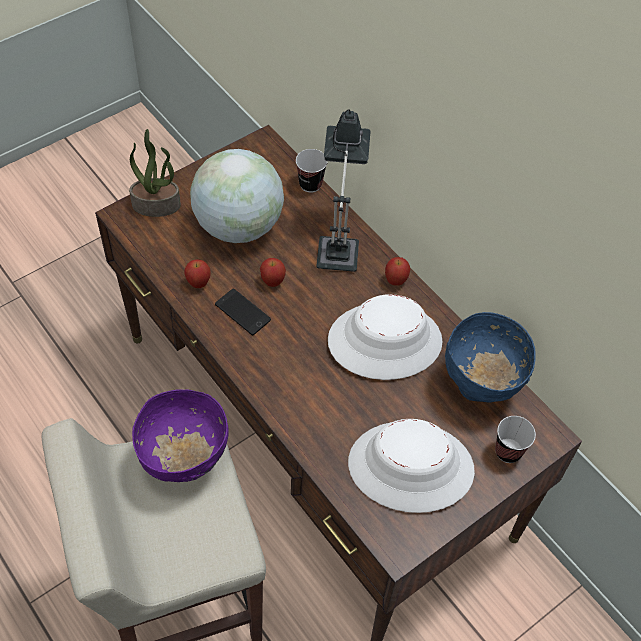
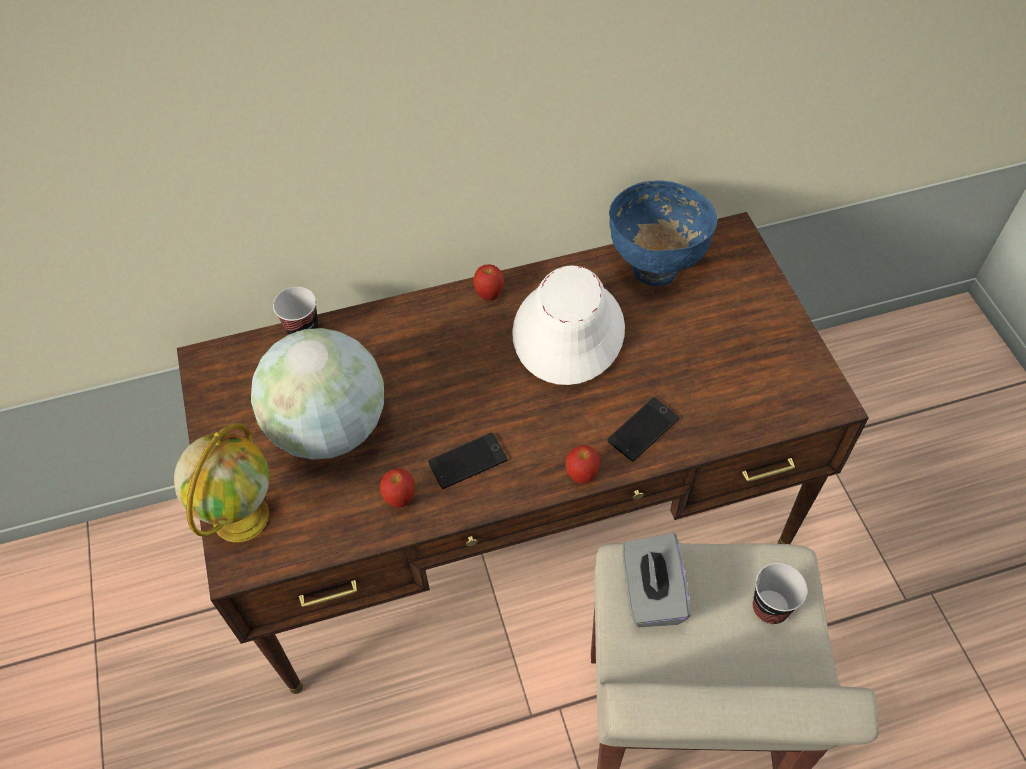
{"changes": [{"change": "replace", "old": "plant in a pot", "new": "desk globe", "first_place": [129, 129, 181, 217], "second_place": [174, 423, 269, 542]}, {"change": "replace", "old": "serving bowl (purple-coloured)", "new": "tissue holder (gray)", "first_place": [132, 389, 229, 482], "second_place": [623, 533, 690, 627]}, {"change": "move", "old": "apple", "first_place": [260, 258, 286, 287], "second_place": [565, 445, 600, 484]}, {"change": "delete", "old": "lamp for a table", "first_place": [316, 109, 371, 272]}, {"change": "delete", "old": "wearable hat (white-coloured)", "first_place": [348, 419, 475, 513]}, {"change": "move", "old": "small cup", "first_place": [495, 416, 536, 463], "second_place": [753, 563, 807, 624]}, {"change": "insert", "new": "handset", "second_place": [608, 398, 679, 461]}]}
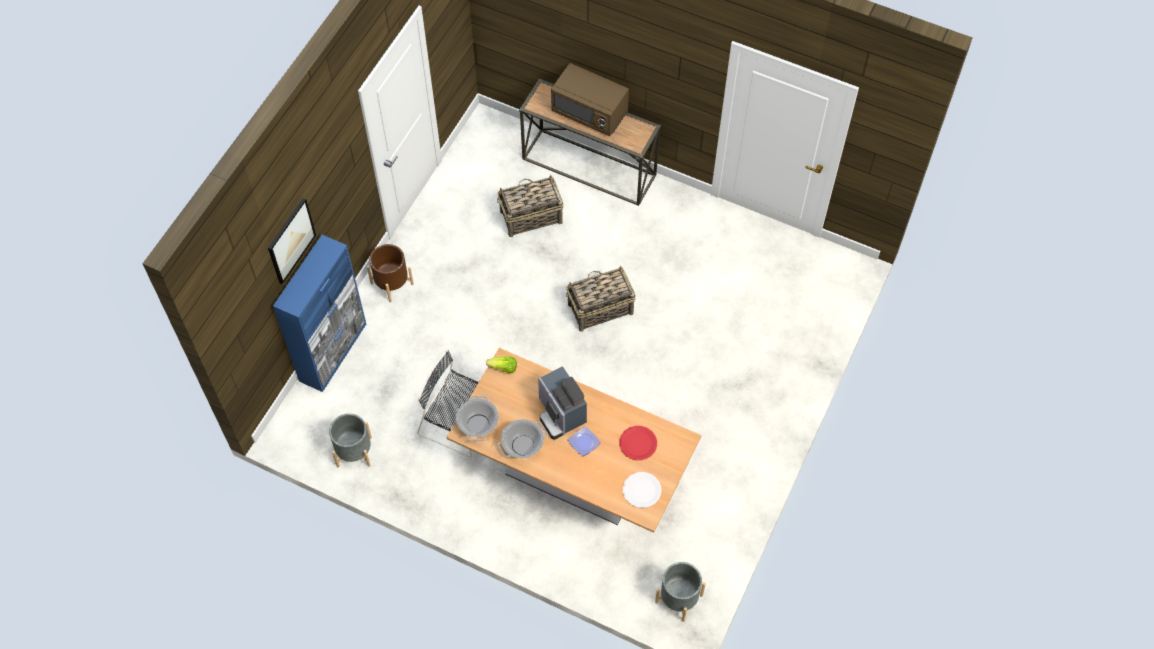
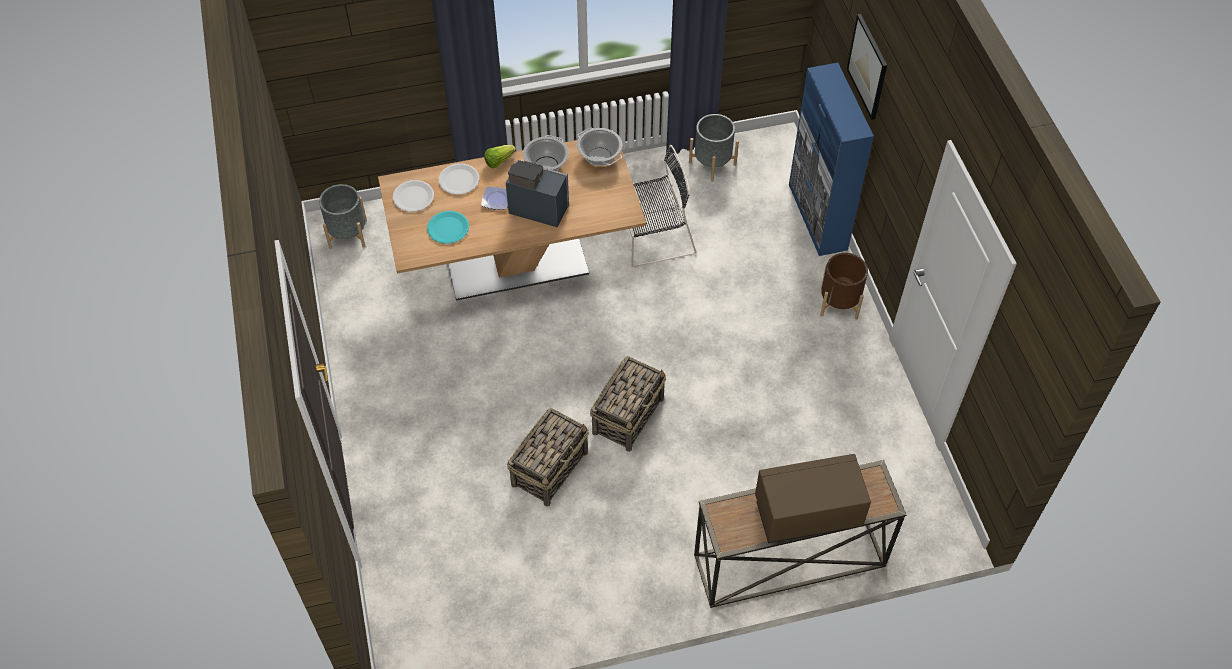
{"changes": [{"change": "move", "old": "head of lettuce", "first_place": [486, 357, 517, 373], "second_place": [484, 145, 516, 169]}, {"change": "move", "old": "storage basket", "first_place": [498, 175, 563, 237], "second_place": [507, 408, 589, 506]}, {"change": "recolor", "old": "flat dish (red-coloured)", "new": "flat dish (turquoise-coloured)", "first_place": [619, 426, 657, 460], "second_place": [427, 211, 469, 244]}, {"change": "insert", "new": "flat dish (white-coloured)", "second_place": [439, 163, 479, 195]}]}
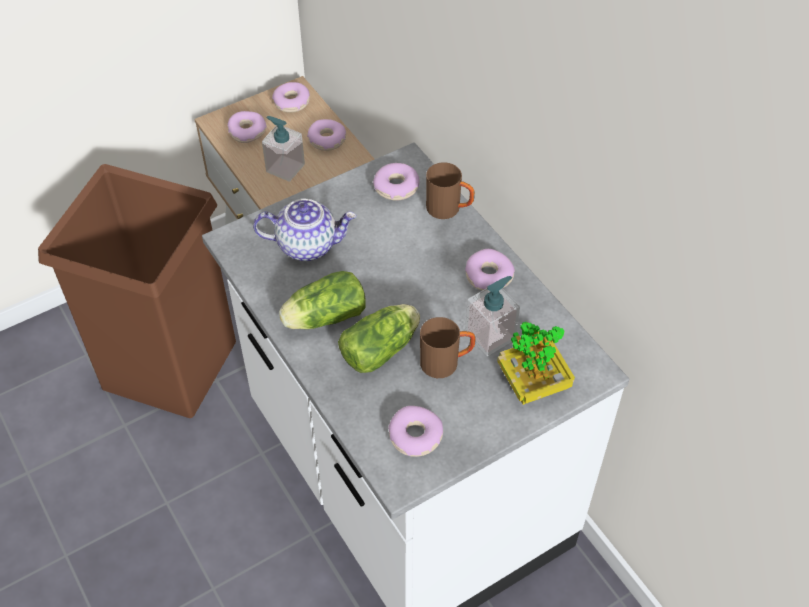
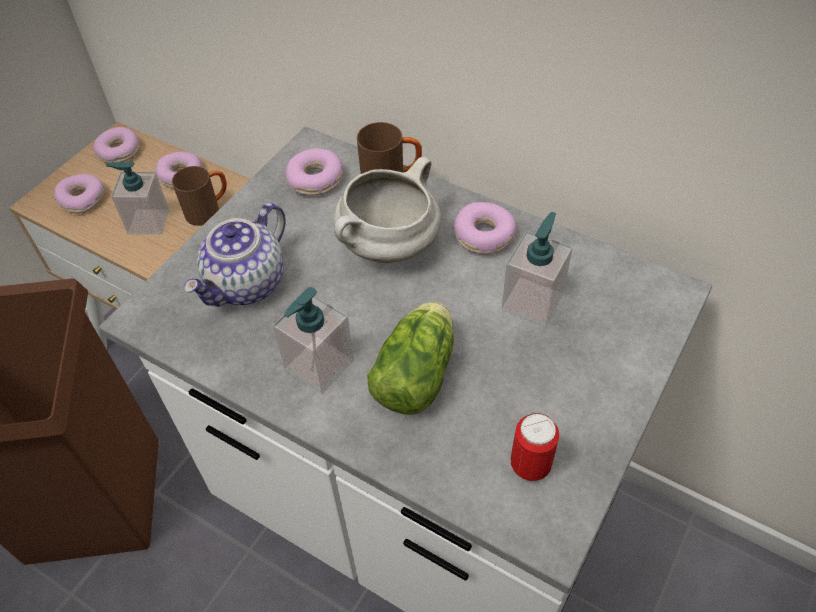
{"changes": [{"change": "rotate", "old": "pot for tea", "first_place": [253, 199, 356, 261], "second_place": [184, 203, 286, 307], "degrees": 150}, {"change": "replace", "old": "head of lettuce", "new": "soap dispenser", "first_place": [279, 271, 365, 329], "second_place": [273, 287, 354, 394]}, {"change": "replace", "old": "donut", "new": "sealed can", "first_place": [388, 406, 443, 457], "second_place": [511, 413, 559, 481]}, {"change": "move", "old": "tea mug (brown-coloured)", "first_place": [420, 317, 476, 378], "second_place": [172, 166, 227, 226]}, {"change": "delete", "old": "plant in a pot", "first_place": [497, 322, 575, 405]}, {"change": "insert", "new": "cooking pot (white-coloured)", "second_place": [334, 157, 441, 263]}]}
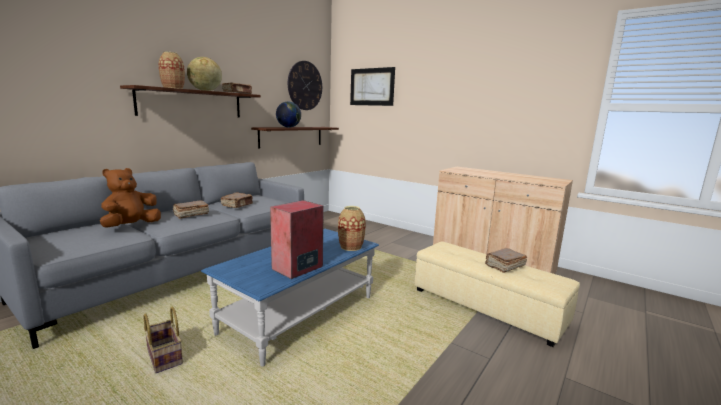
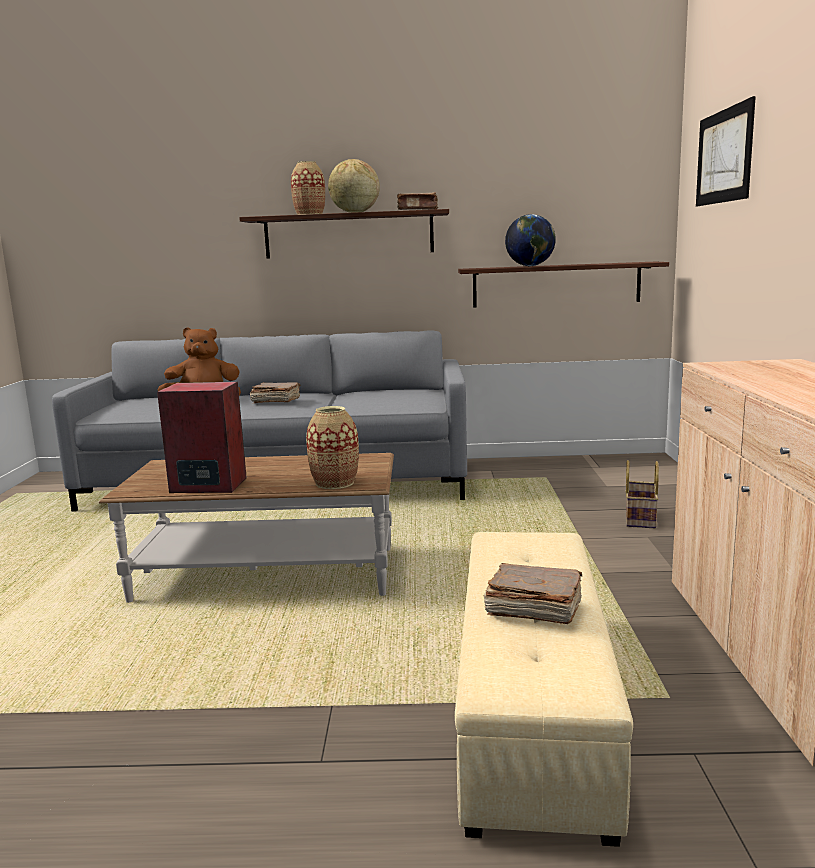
{"changes": [{"change": "move", "old": "storage basket", "first_place": [144, 306, 183, 373], "second_place": [626, 460, 659, 528]}, {"change": "recolor", "old": "low table (blue)", "new": "low table (brown-coloured)", "first_place": [201, 229, 379, 367], "second_place": [99, 453, 394, 603]}, {"change": "delete", "old": "book (brown-coloured)", "first_place": [221, 193, 253, 208]}, {"change": "delete", "old": "clock on the wall", "first_place": [288, 61, 322, 110]}]}
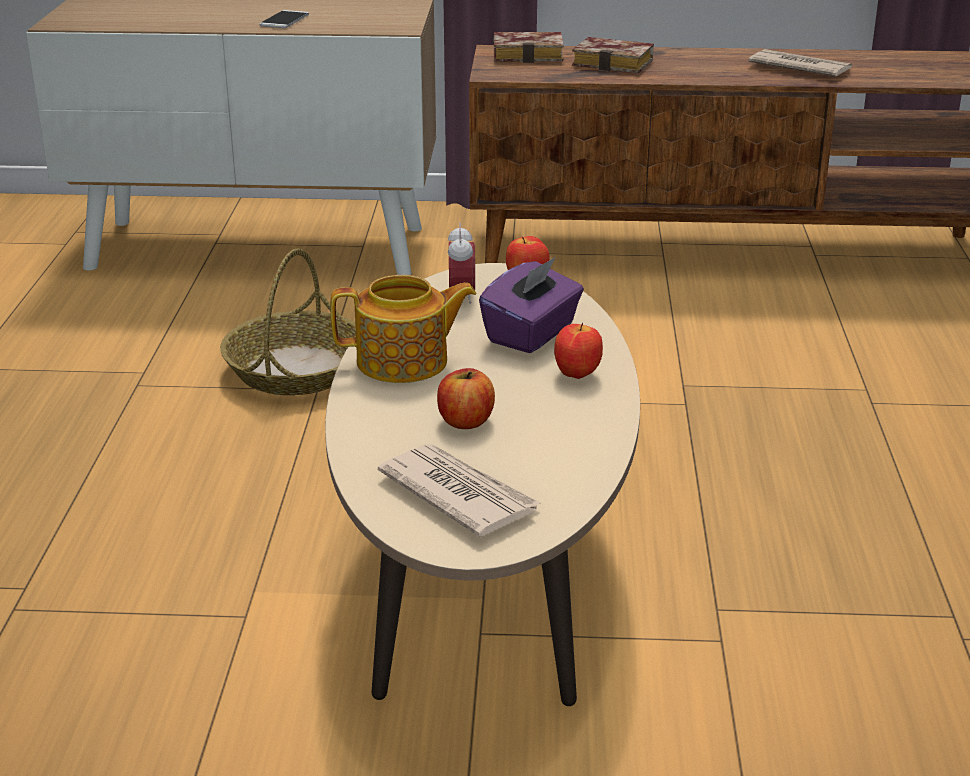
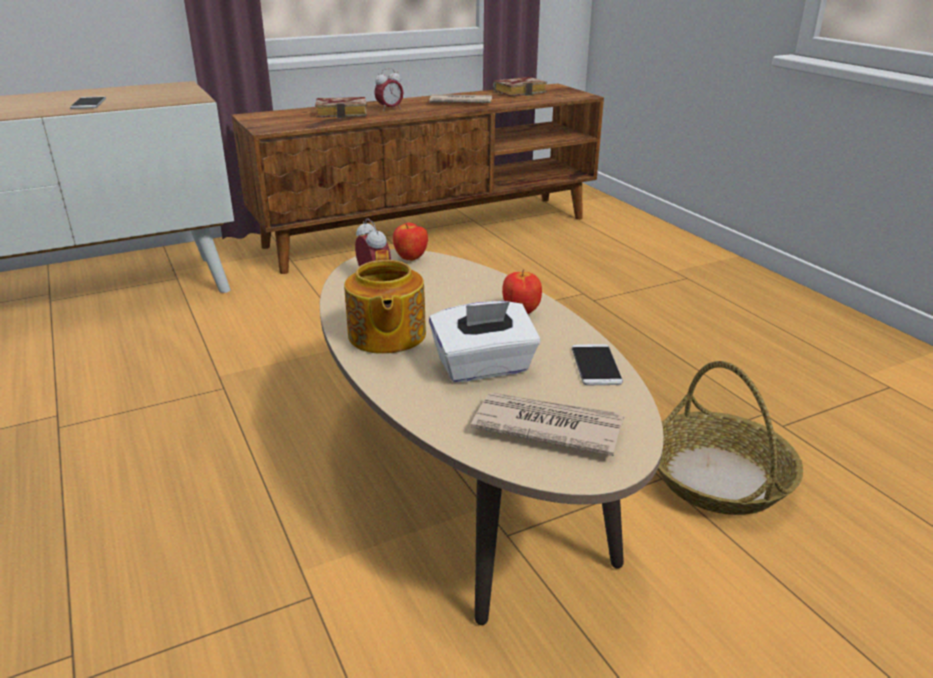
{"changes": [{"change": "move", "old": "storage basket", "first_place": [220, 249, 356, 395], "second_place": [657, 361, 803, 515]}, {"change": "rotate", "old": "pot for tea", "first_place": [330, 275, 476, 383], "second_place": [344, 250, 426, 354], "degrees": 120}, {"change": "replace", "old": "apple", "new": "tissue holder (white-coloured)", "first_place": [437, 368, 495, 429], "second_place": [429, 301, 541, 382]}, {"change": "delete", "old": "tissue holder (purple-coloured)", "first_place": [479, 257, 584, 353]}, {"change": "move", "old": "book", "first_place": [493, 32, 564, 63], "second_place": [493, 77, 547, 97]}, {"change": "insert", "new": "table clock", "second_place": [374, 68, 404, 112]}, {"change": "insert", "new": "handset", "second_place": [572, 344, 623, 385]}]}
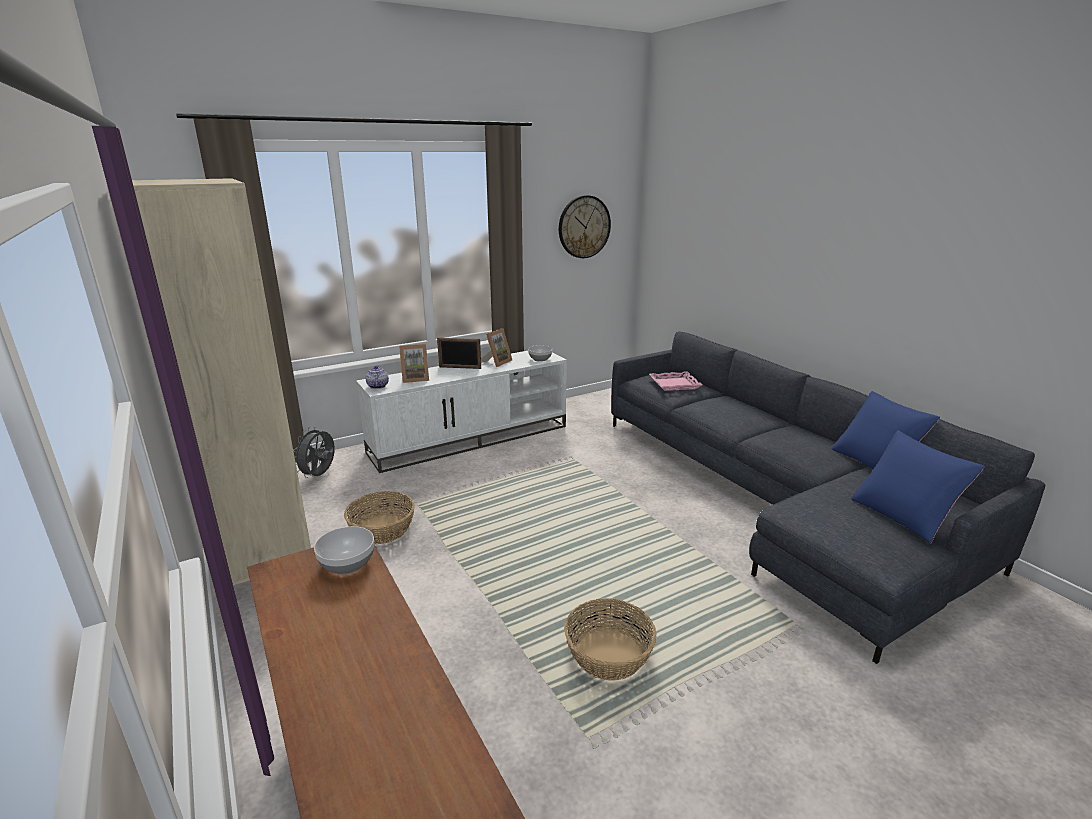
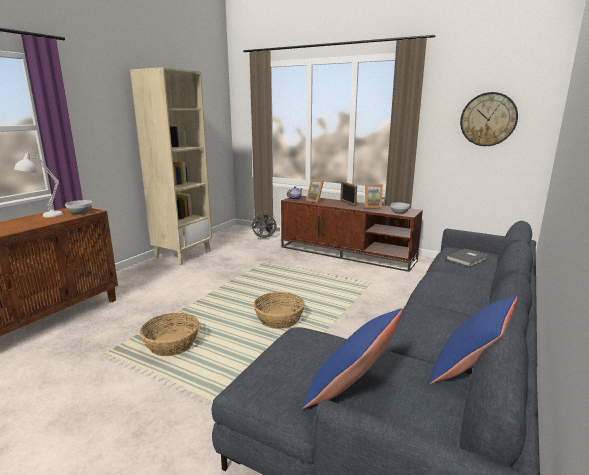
{"changes": [{"change": "move", "old": "storage basket", "first_place": [344, 491, 415, 544], "second_place": [254, 292, 305, 329]}, {"change": "recolor", "old": "media console (white-coloured)", "new": "media console (brown-coloured)", "first_place": [356, 351, 567, 473], "second_place": [281, 196, 423, 272]}, {"change": "replace", "old": "serving tray (pinkish)", "new": "book (gray)", "first_place": [649, 371, 703, 391], "second_place": [446, 249, 488, 267]}, {"change": "insert", "new": "lamp for a table (white-coloured)", "second_place": [14, 151, 63, 217]}]}
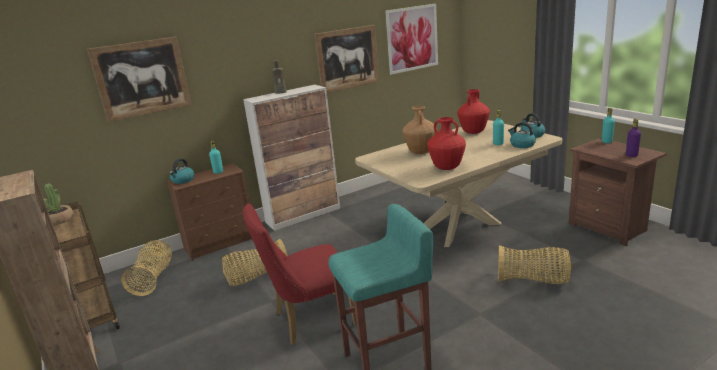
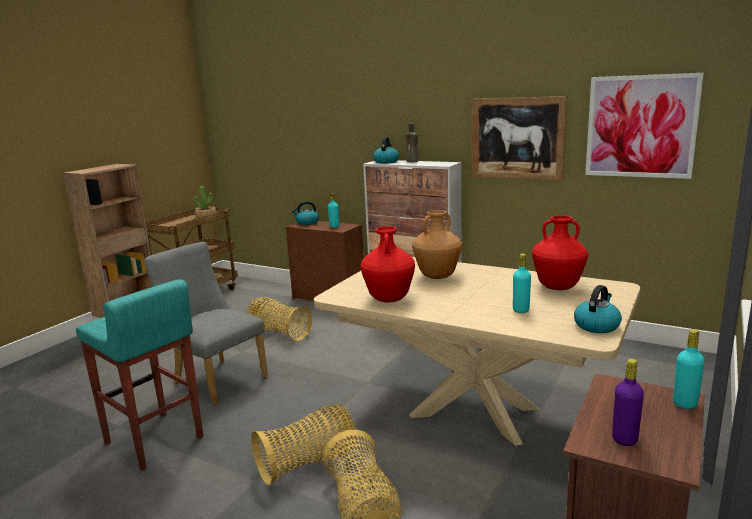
{"changes": [{"change": "delete", "old": "picture", "first_place": [87, 37, 192, 122]}, {"change": "move", "old": "storage basket", "first_place": [121, 240, 172, 296], "second_place": [251, 405, 357, 485]}, {"change": "recolor", "old": "chair (red-coloured)", "new": "chair (gray)", "first_place": [243, 203, 357, 345], "second_place": [144, 242, 268, 405]}, {"change": "move", "old": "tea kettle", "first_place": [508, 122, 536, 148], "second_place": [373, 137, 399, 164]}]}
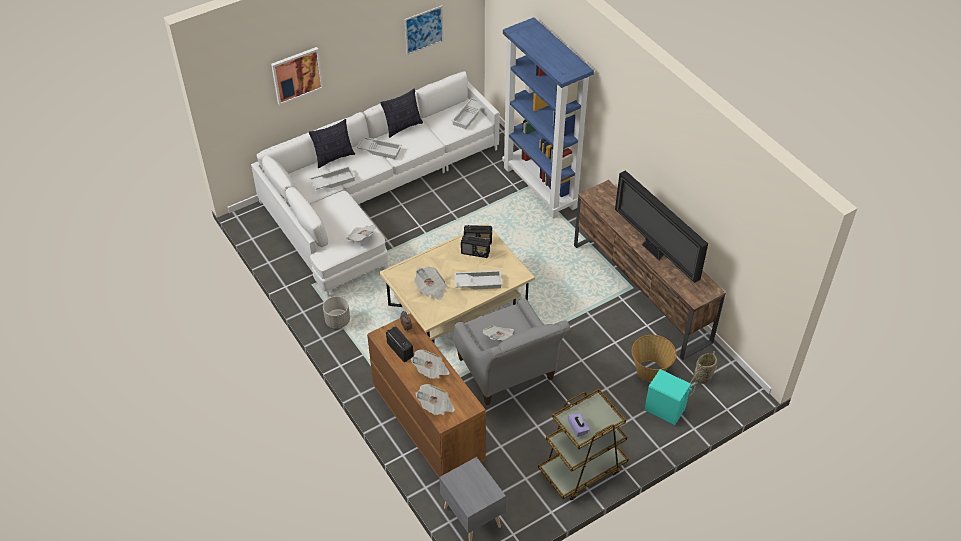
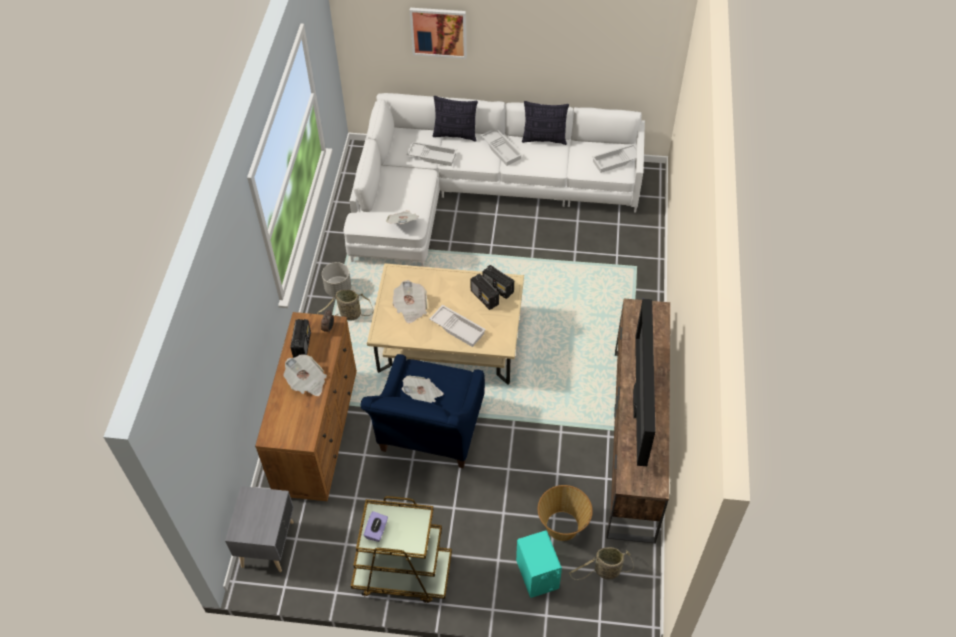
{"changes": [{"change": "delete", "old": "picture", "first_place": [405, 5, 443, 55]}, {"change": "delete", "old": "daily paper", "first_place": [415, 384, 455, 416]}, {"change": "recolor", "old": "easy chair (gray)", "new": "easy chair (blue)", "first_place": [454, 298, 570, 405], "second_place": [361, 354, 485, 468]}, {"change": "delete", "old": "bookcase (blue)", "first_place": [502, 17, 594, 219]}, {"change": "insert", "new": "storage basket", "second_place": [317, 290, 373, 321]}]}
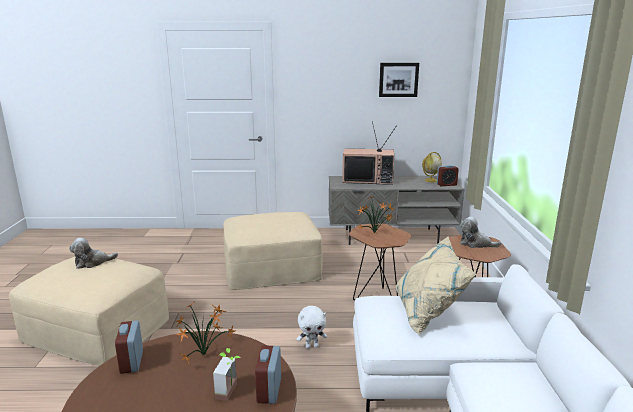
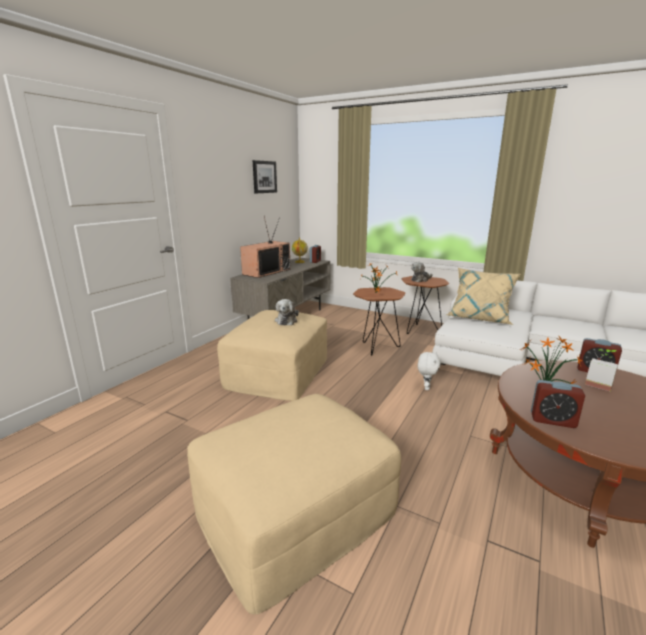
{"changes": [{"change": "move", "old": "soft toy", "first_place": [69, 238, 118, 269], "second_place": [275, 299, 299, 325]}]}
